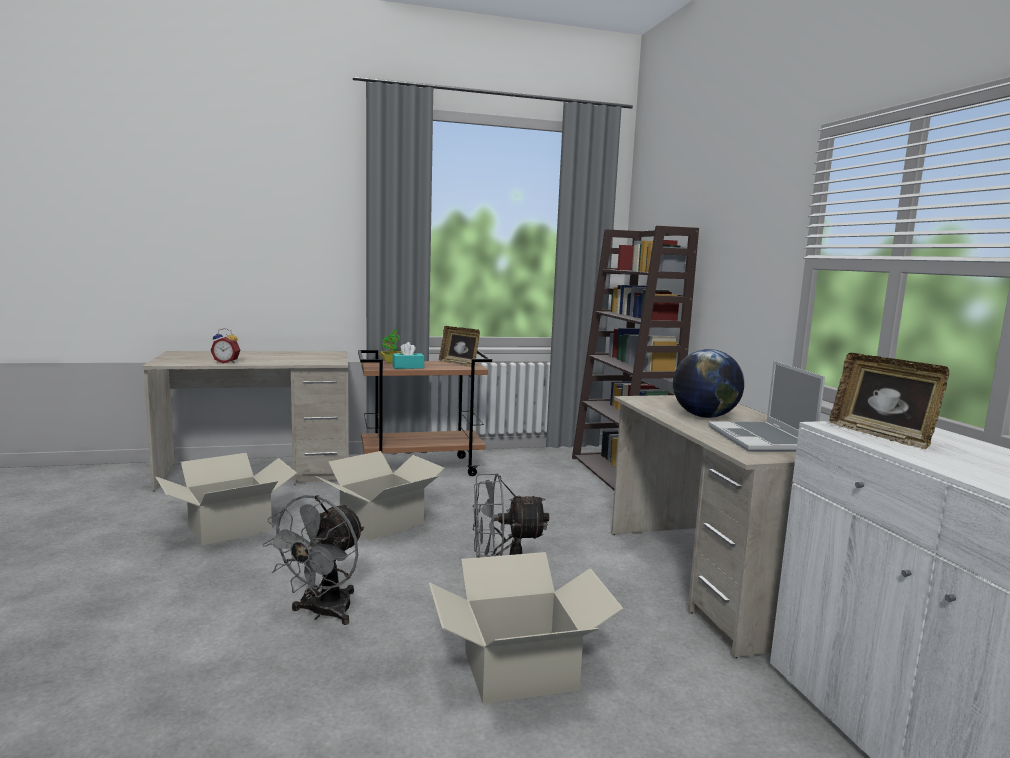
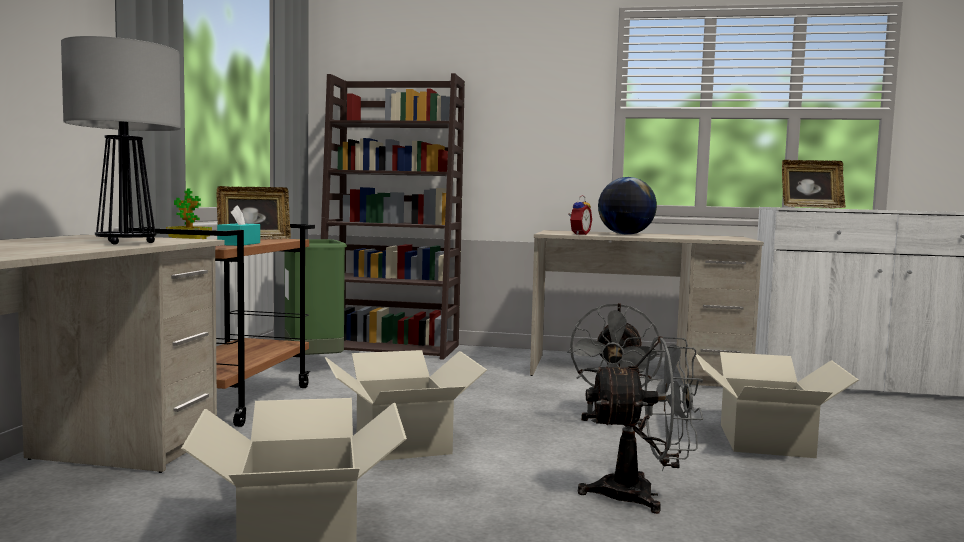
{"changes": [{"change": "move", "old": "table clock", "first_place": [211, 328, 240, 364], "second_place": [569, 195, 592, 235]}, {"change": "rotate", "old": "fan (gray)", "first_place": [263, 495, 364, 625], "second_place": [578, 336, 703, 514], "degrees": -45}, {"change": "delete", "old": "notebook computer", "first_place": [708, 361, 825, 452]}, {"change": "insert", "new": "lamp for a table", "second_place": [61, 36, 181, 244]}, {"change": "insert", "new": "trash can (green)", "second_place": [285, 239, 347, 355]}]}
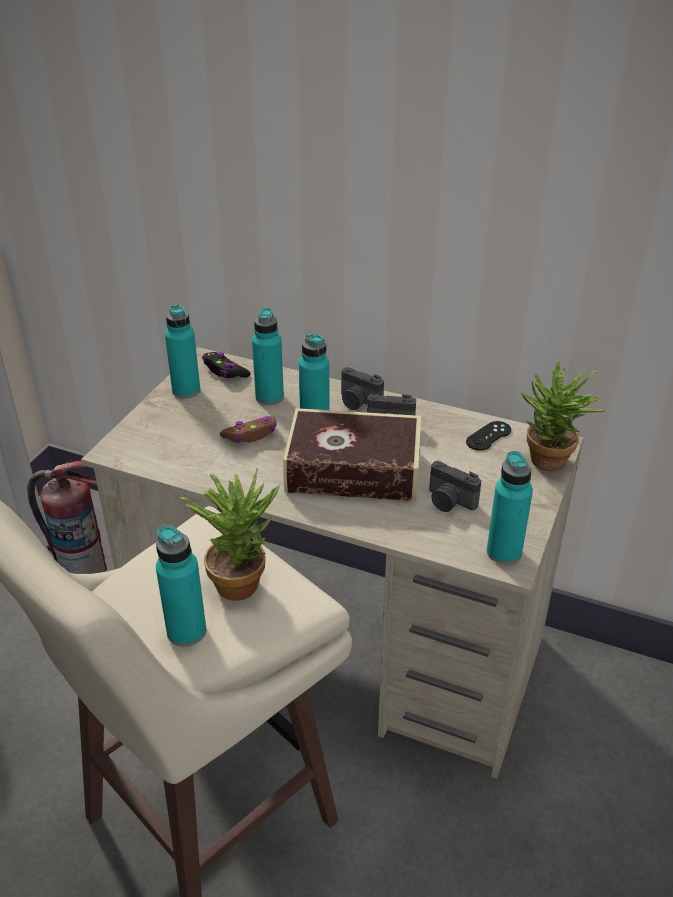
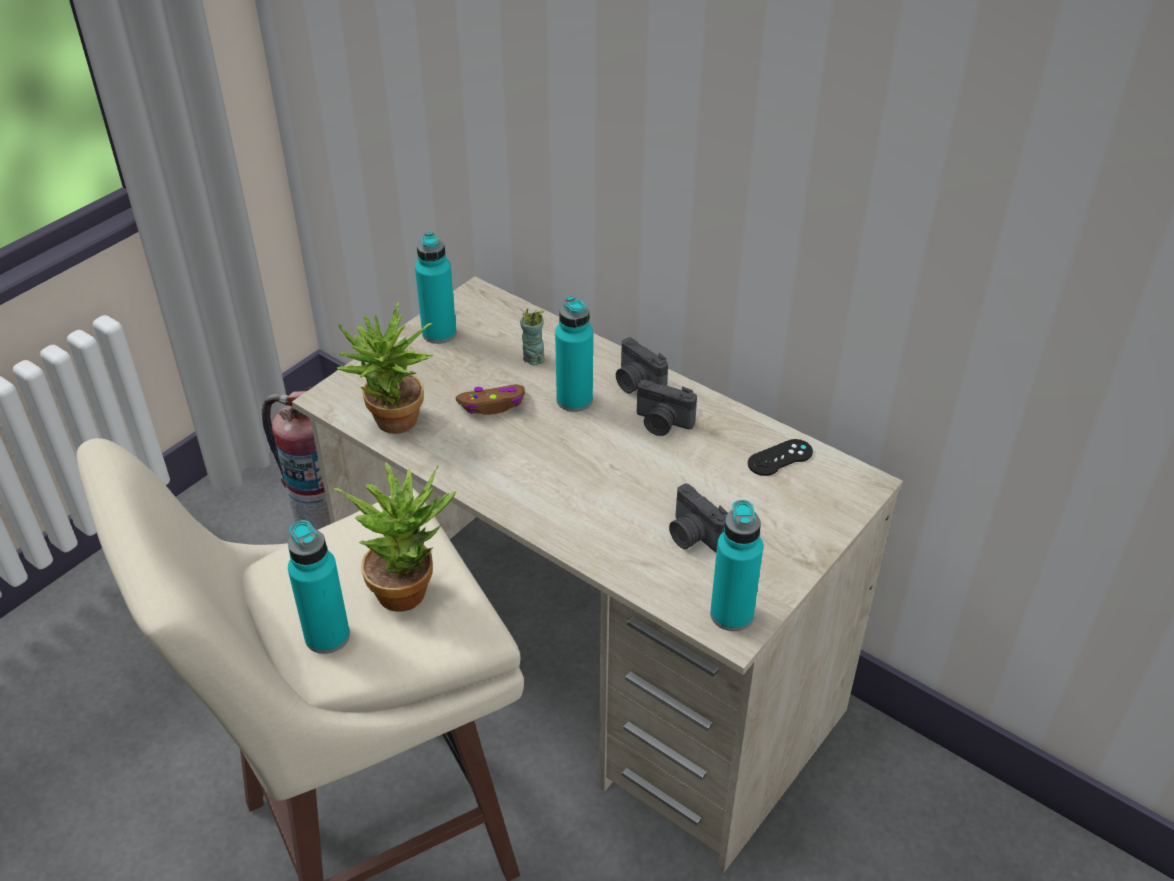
{"changes": [{"change": "delete", "old": "gamepad (blackish)", "first_place": [202, 352, 251, 378]}, {"change": "replace", "old": "beverage bottle (turquoise-coloured)", "new": "small cup", "first_place": [252, 308, 284, 405], "second_place": [520, 308, 544, 365]}, {"change": "delete", "old": "book", "first_place": [283, 408, 421, 501]}, {"change": "move", "old": "plant in a pot", "first_place": [521, 358, 604, 472], "second_place": [337, 301, 434, 434]}]}
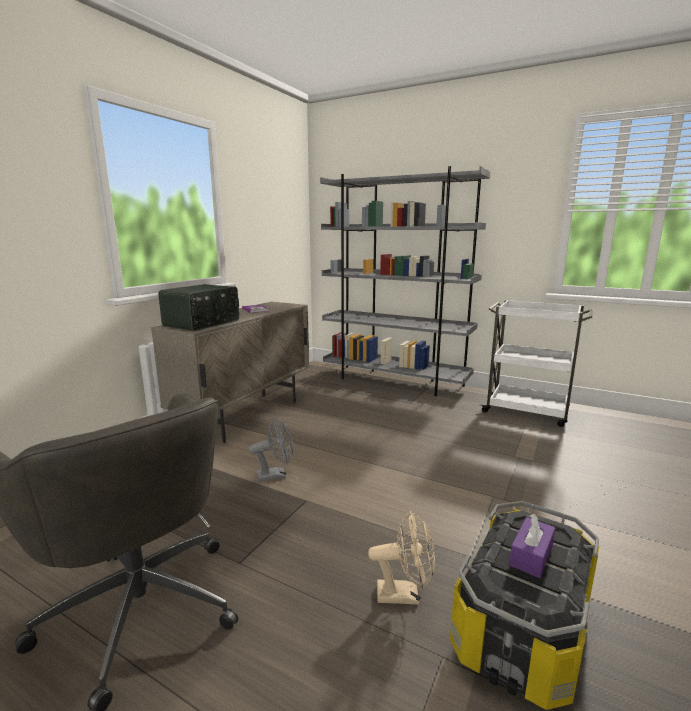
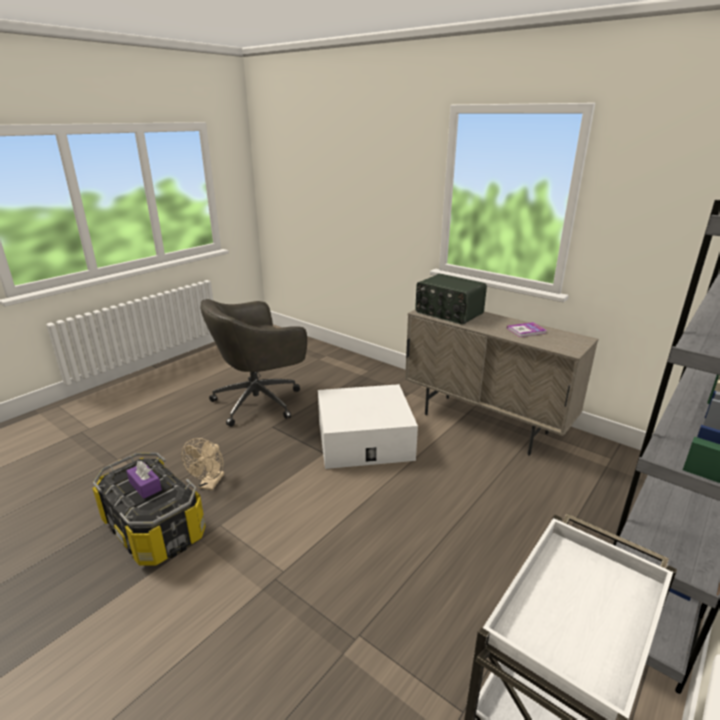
{"changes": [{"change": "replace", "old": "fan (gray)", "new": "storage bin (white-coloured)", "first_place": [249, 418, 294, 482], "second_place": [318, 384, 418, 469]}]}
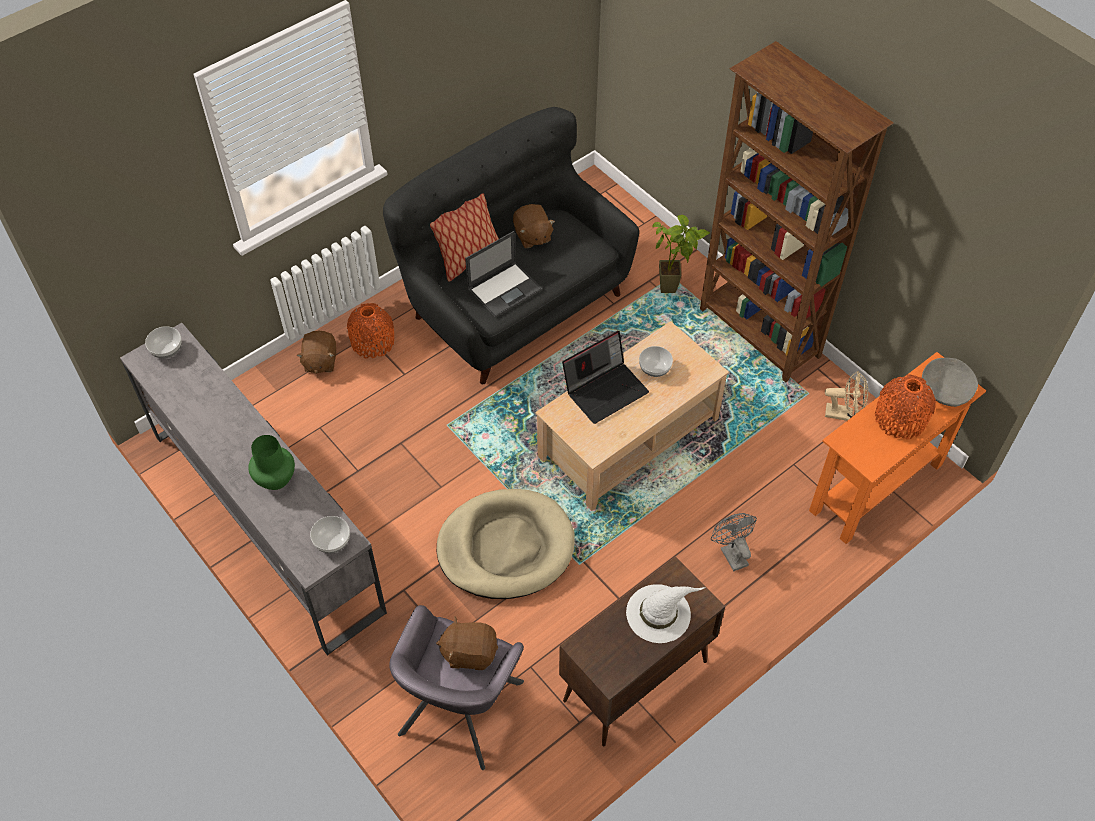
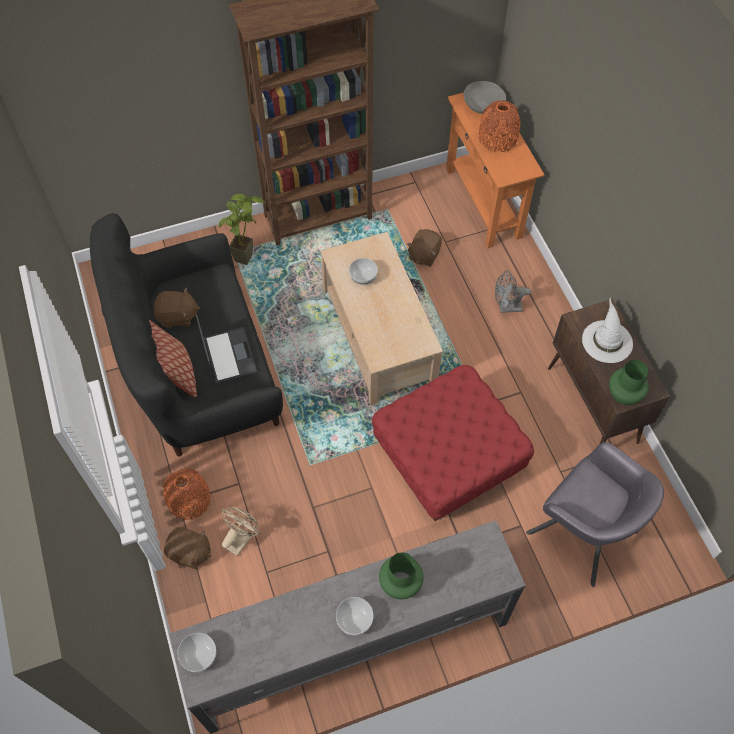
{"changes": [{"change": "move", "old": "serving bowl", "first_place": [310, 516, 350, 553], "second_place": [336, 597, 374, 635]}, {"change": "move", "old": "soft toy (brown-coloured)", "first_place": [436, 616, 498, 670], "second_place": [407, 229, 442, 266]}, {"change": "replace", "old": "pet bed (sand-coloured)", "new": "ottoman (red-coloured)", "first_place": [437, 489, 575, 599], "second_place": [372, 365, 534, 521]}, {"change": "delete", "old": "notebook computer", "first_place": [562, 331, 649, 424]}, {"change": "move", "old": "fan (sand-coloured)", "first_place": [825, 371, 868, 421], "second_place": [222, 507, 260, 556]}, {"change": "insert", "new": "vase (green)", "second_place": [609, 360, 649, 405]}]}
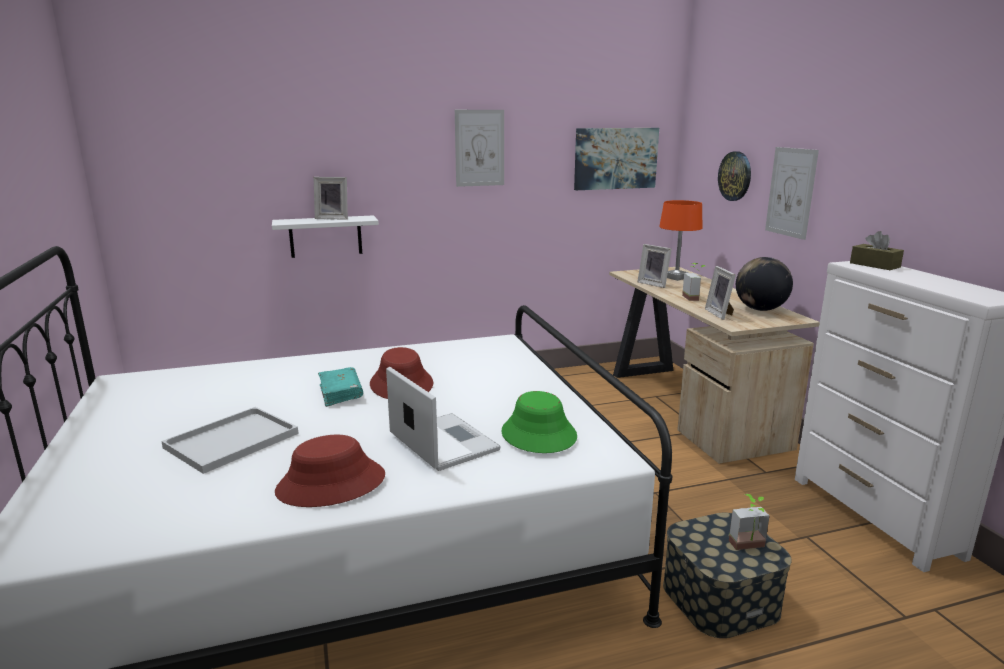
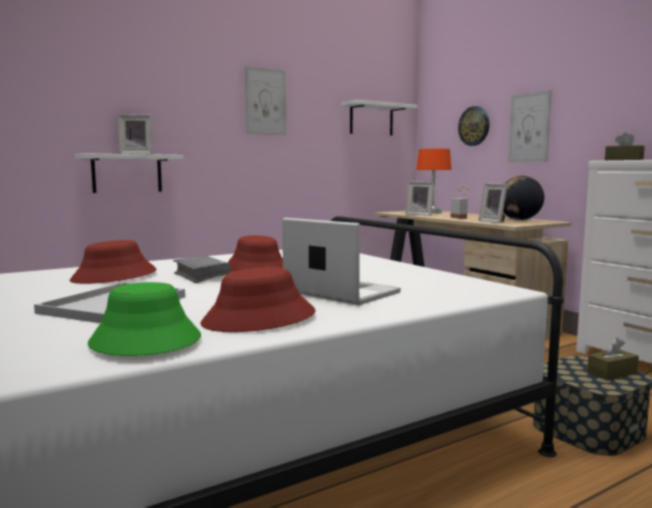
{"changes": [{"change": "recolor", "old": "book (turquoise-coloured)", "new": "book (gray)", "first_place": [318, 367, 363, 407], "second_place": [173, 256, 231, 283]}, {"change": "move", "old": "wearable hat (green)", "first_place": [501, 391, 577, 453], "second_place": [88, 282, 201, 356]}, {"change": "replace", "old": "picture", "new": "bracket shelf (white-coloured)", "first_place": [574, 128, 659, 190], "second_place": [341, 100, 417, 135]}, {"change": "replace", "old": "plant in a pot", "new": "tissue holder (brown-coloured)", "first_place": [729, 494, 770, 550], "second_place": [587, 338, 639, 380]}, {"change": "insert", "new": "wearable hat (red-coloured)", "second_place": [69, 240, 157, 284]}]}
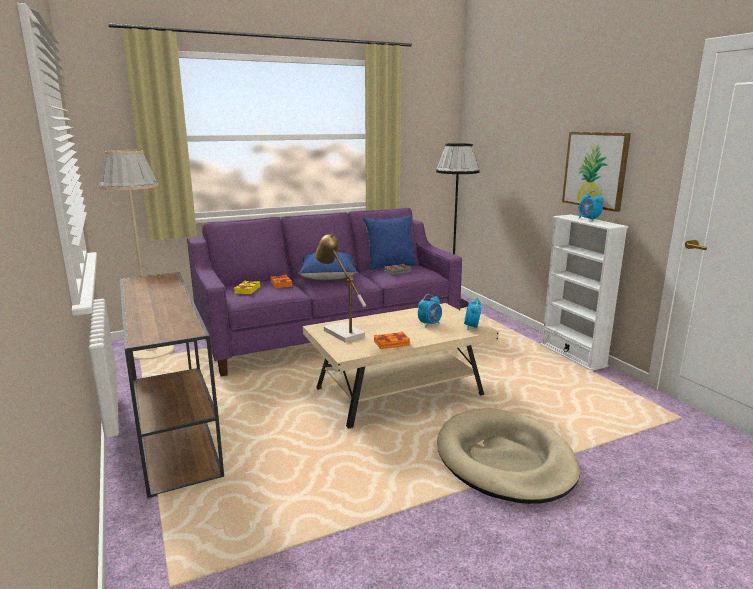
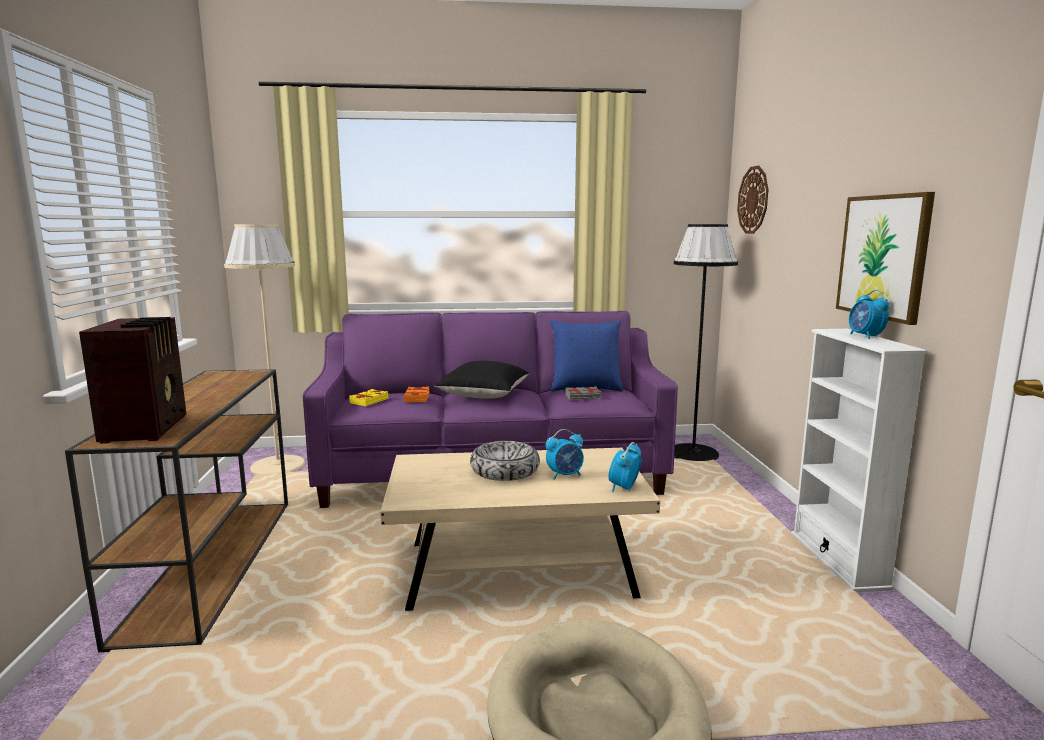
{"changes": [{"change": "recolor", "old": "cushion (blue)", "new": "cushion (blackish)", "first_place": [298, 252, 357, 280], "second_place": [434, 361, 529, 399]}, {"change": "delete", "old": "lamp for a table", "first_place": [315, 234, 366, 343]}, {"change": "delete", "old": "book (orange)", "first_place": [374, 331, 410, 349]}, {"change": "insert", "new": "radio set", "second_place": [79, 317, 186, 444]}, {"change": "insert", "new": "serving bowl", "second_place": [470, 441, 540, 481]}, {"change": "insert", "new": "clock on the wall", "second_place": [737, 165, 769, 234]}]}
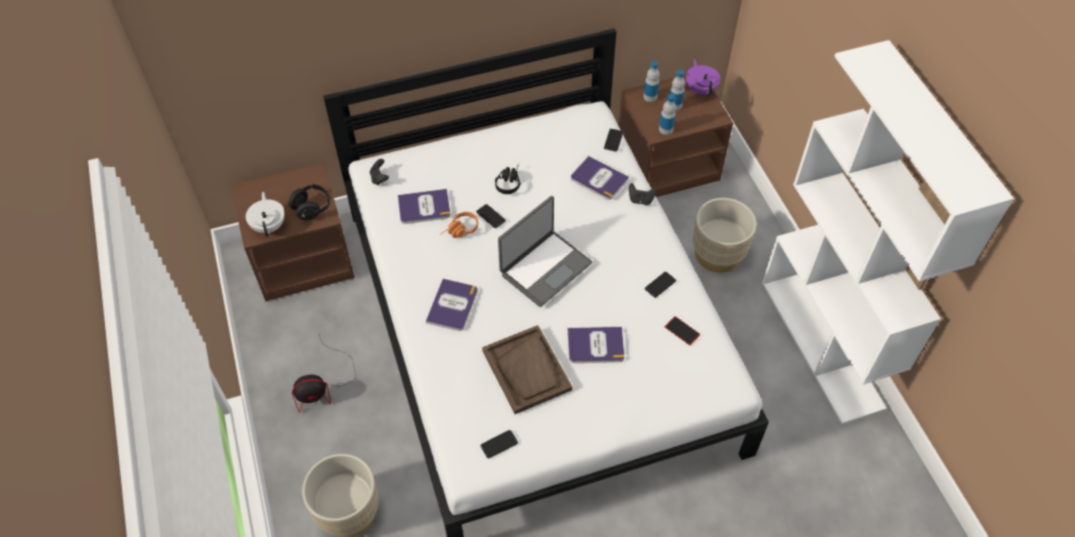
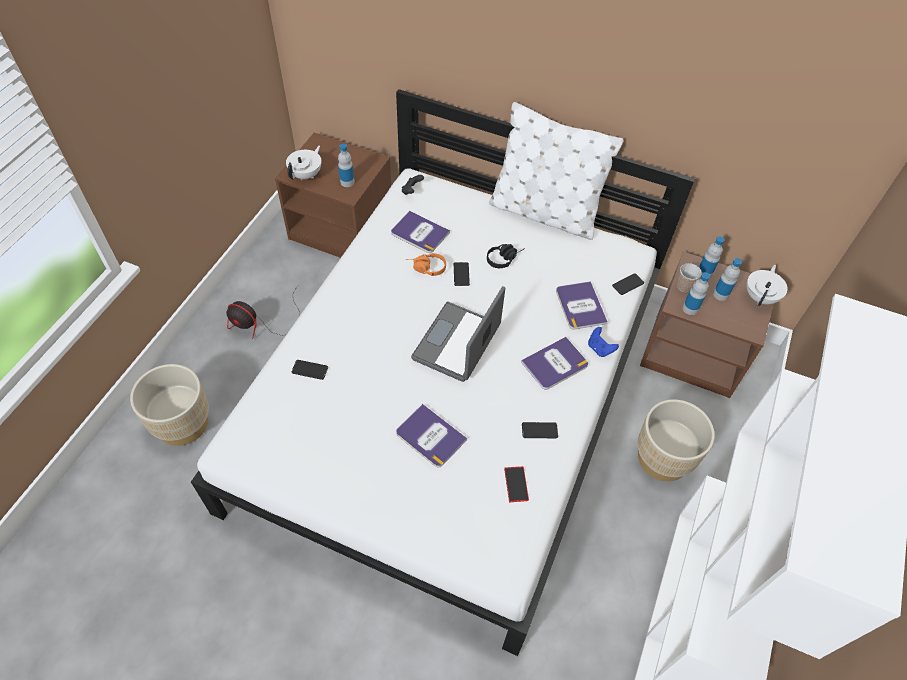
{"changes": [{"change": "replace", "old": "headset (blackish)", "new": "beverage bottle", "first_place": [289, 184, 331, 220], "second_place": [338, 144, 354, 187]}, {"change": "move", "old": "book", "first_place": [426, 279, 478, 331], "second_place": [521, 337, 588, 390]}, {"change": "move", "old": "handset", "first_place": [481, 430, 518, 458], "second_place": [291, 360, 328, 380]}, {"change": "delete", "old": "serving tray (brown-coloured)", "first_place": [482, 325, 572, 414]}, {"change": "rotate", "old": "notebook computer", "first_place": [498, 196, 592, 307], "second_place": [411, 286, 505, 382], "degrees": 120}, {"change": "recolor", "old": "gamepad (blackish)", "new": "gamepad (blue)", "first_place": [629, 183, 657, 205], "second_place": [588, 327, 619, 357]}, {"change": "recolor", "old": "pot for tea (purple-coloured)", "new": "pot for tea (white-coloured)", "first_place": [686, 59, 720, 97], "second_place": [746, 265, 788, 306]}, {"change": "insert", "new": "cushion (white-coloured)", "second_place": [489, 102, 623, 240]}, {"change": "insert", "new": "small cup", "second_place": [677, 263, 702, 292]}]}
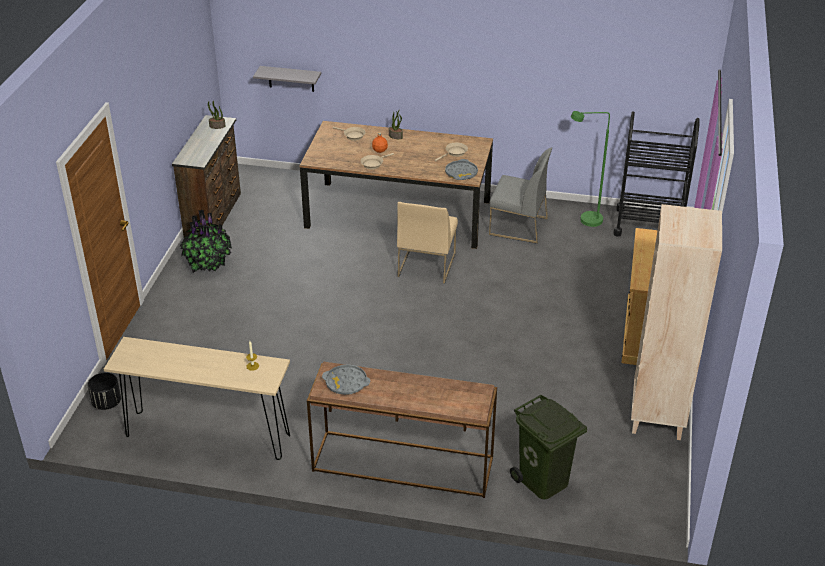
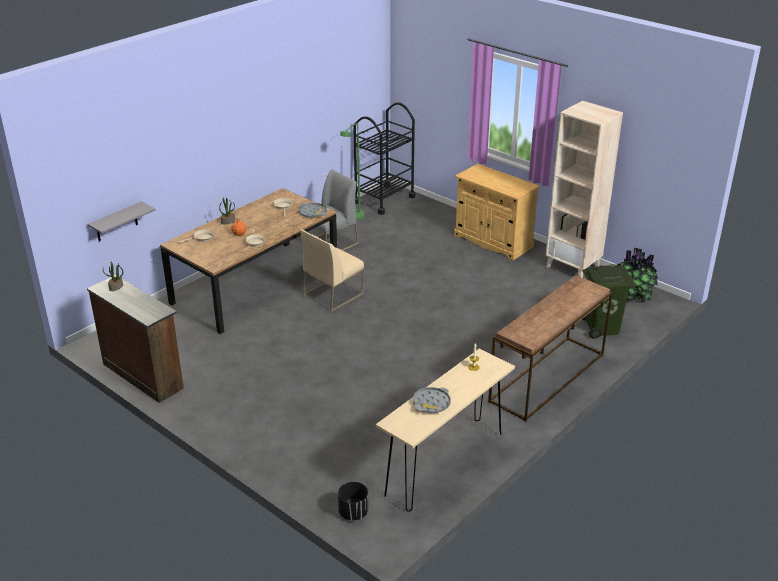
{"changes": [{"change": "move", "old": "plant in a pot", "first_place": [179, 210, 232, 273], "second_place": [616, 248, 658, 302]}, {"change": "move", "old": "serving tray (gray)", "first_place": [322, 364, 370, 395], "second_place": [413, 387, 451, 414]}, {"change": "rotate", "old": "chair (sand-coloured)", "first_place": [397, 202, 458, 284], "second_place": [300, 229, 364, 312], "degrees": 90}]}
